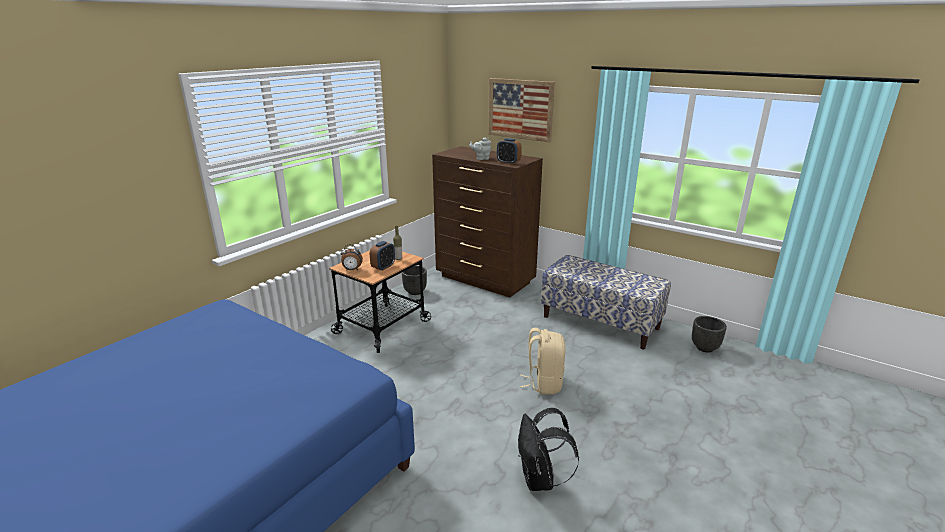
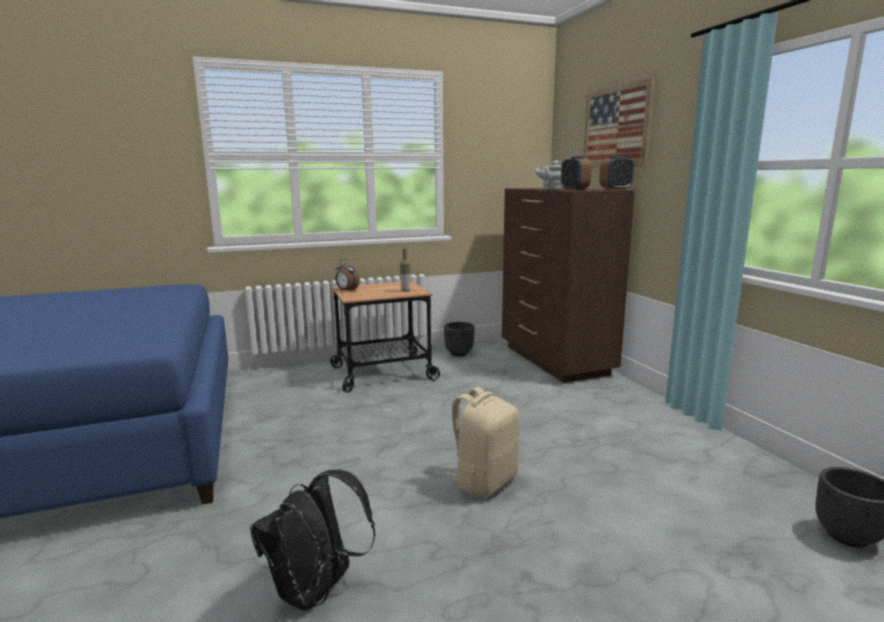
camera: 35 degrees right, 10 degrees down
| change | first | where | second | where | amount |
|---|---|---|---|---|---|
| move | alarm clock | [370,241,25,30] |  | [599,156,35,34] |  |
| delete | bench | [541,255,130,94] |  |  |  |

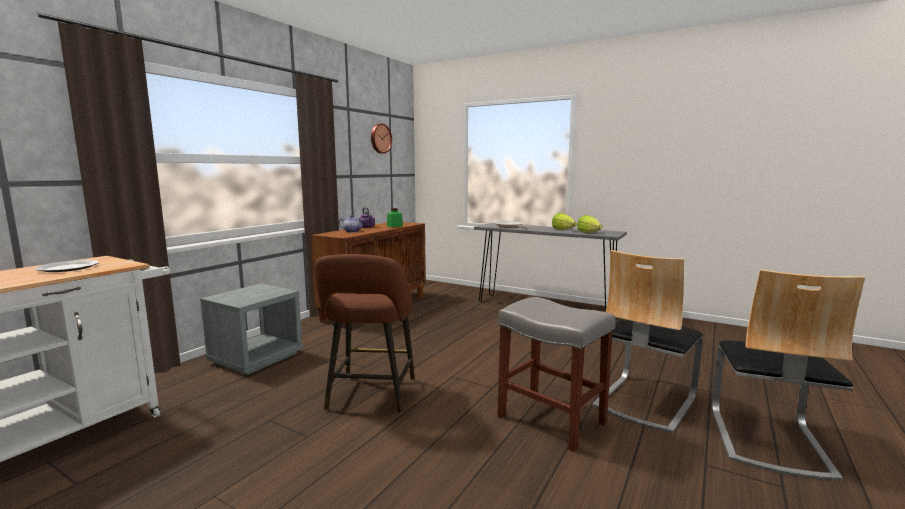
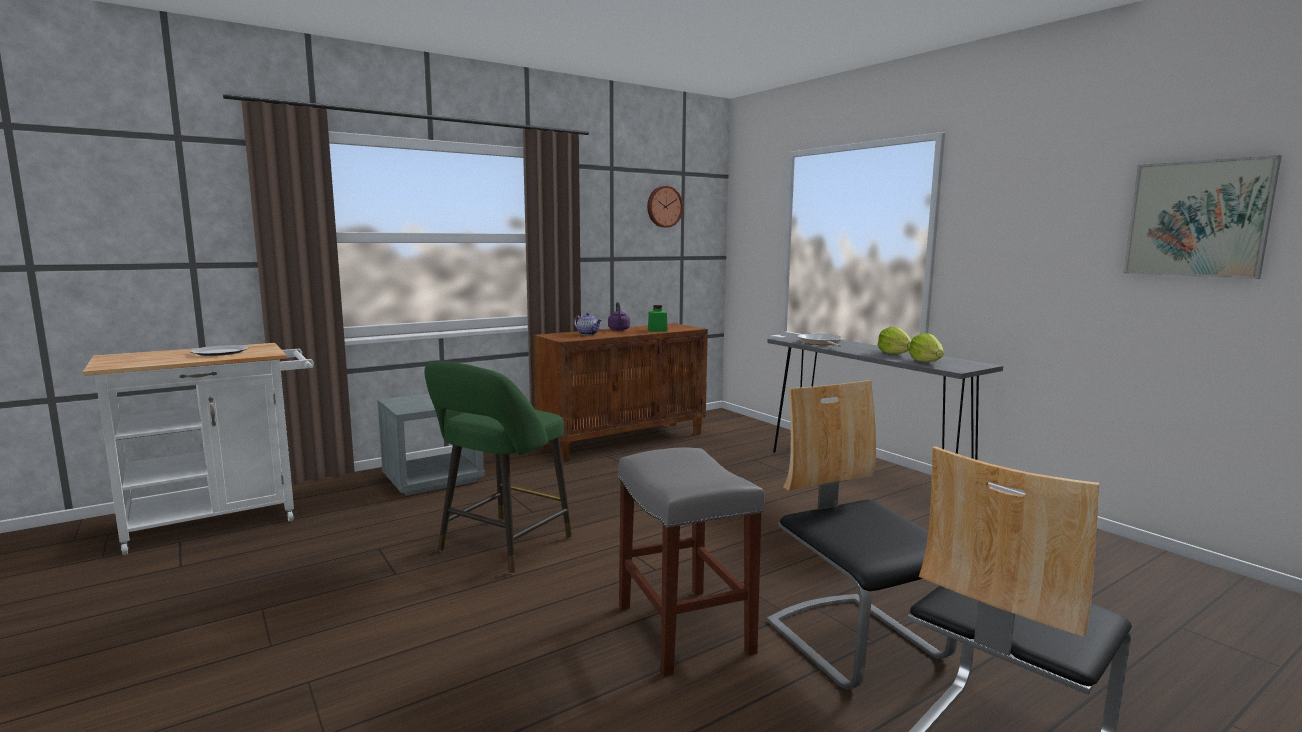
camera: 25 degrees right, 0 degrees up
| change | first | where | second | where | amount |
|---|---|---|---|---|---|
| recolor | stool/brown | [314,254,101,160] | stool/green | [424,362,148,212] |  |
| rotate | chair | [593,250,110,183] |  | [767,380,190,310] | 90 degrees clockwise |
| insert |  |  | picture | [1123,155,158,124] |  |

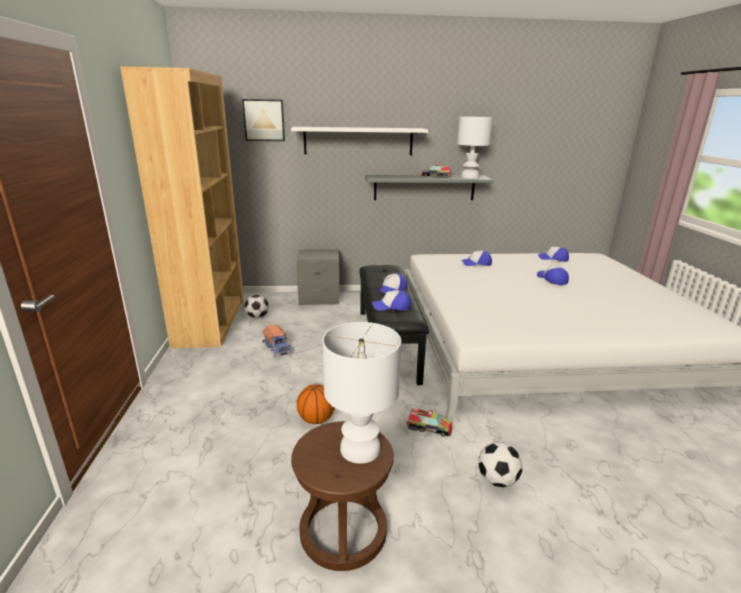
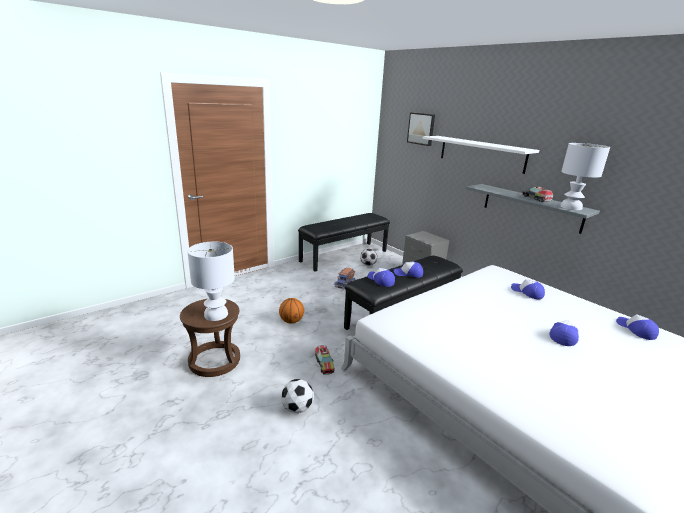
camera: 55 degrees right, 0 degrees up
| change | first | where | second | where | amount |
|---|---|---|---|---|---|
| replace | bookcase/brown | [120,66,124,282] | bench/black | [298,213,92,59] |  |

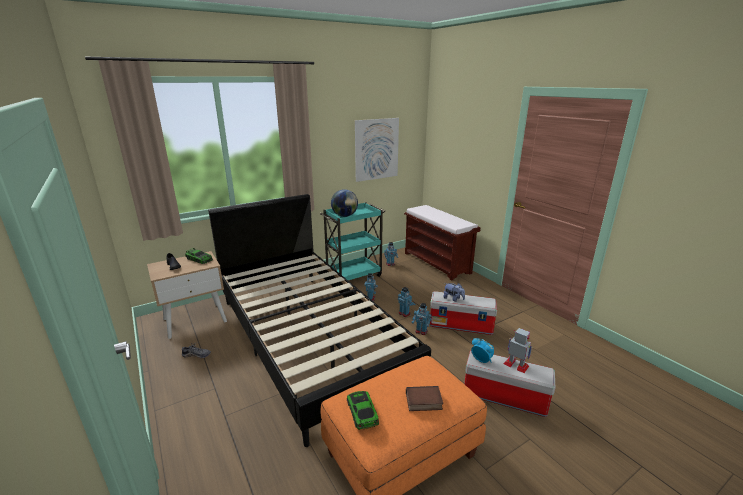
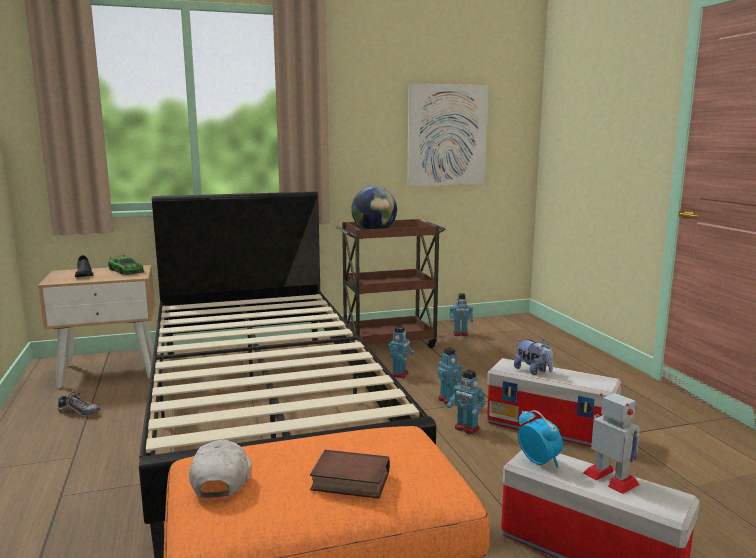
camera: 15 degrees right, 10 degrees down
| change | first | where | second | where | amount |
|---|---|---|---|---|---|
| replace | toy car | [347,391,32,39] | cap/white | [189,440,63,58] |  |
| recolor | cart/turquoise | [320,202,65,78] | cart/brown | [335,219,111,129] |  |
| delete | bench/brown | [404,205,77,76] |  |  |  |

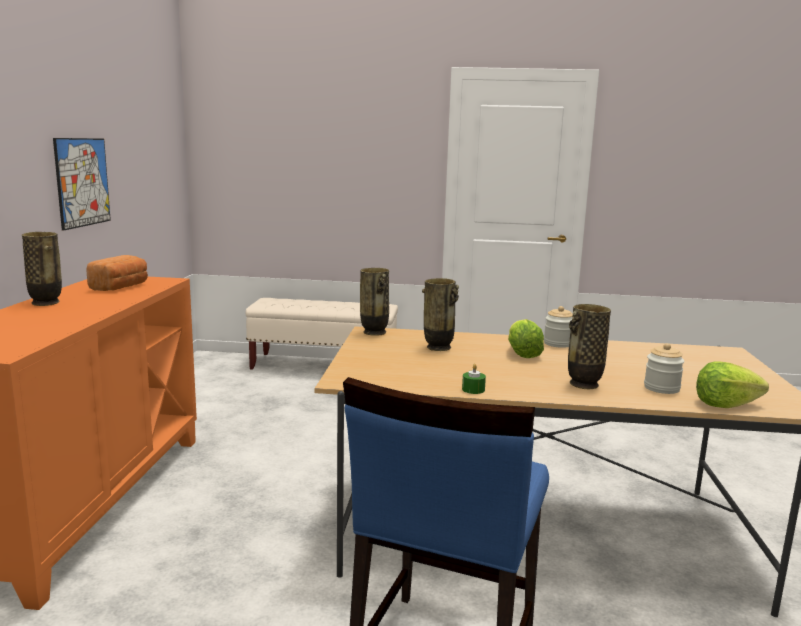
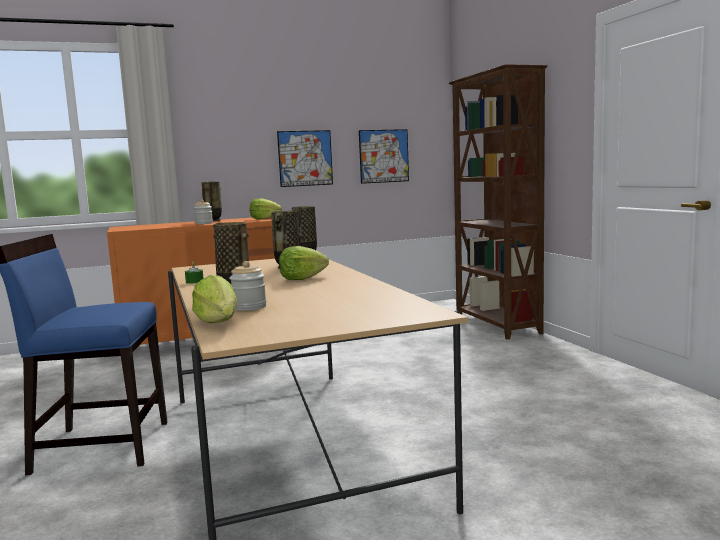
camera: 65 degrees right, 5 degrees down
| change | first | where | second | where | amount |
|---|---|---|---|---|---|
| move | jar | [544,306,29,42] |  | [194,199,19,25] |  |
| replace | bread | [87,255,61,36] | lettuce | [250,198,32,21] |  |
| insert |  |  | picture | [359,129,50,55] |  |
| replace | bench/beige | [246,298,152,72] | bookcase/brown | [448,64,100,276] |  |

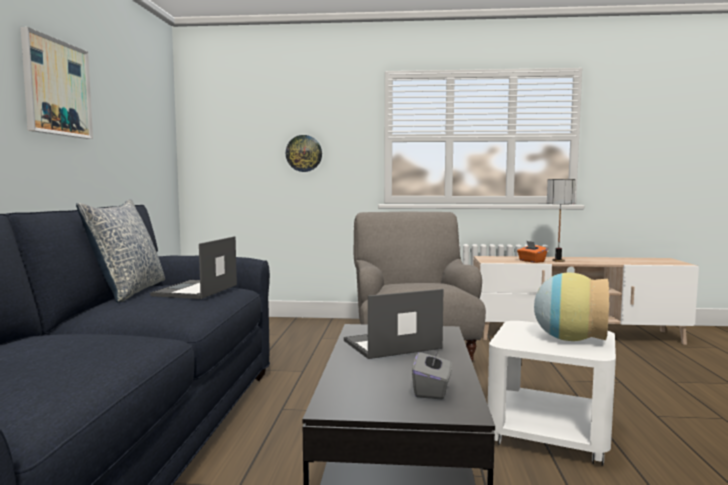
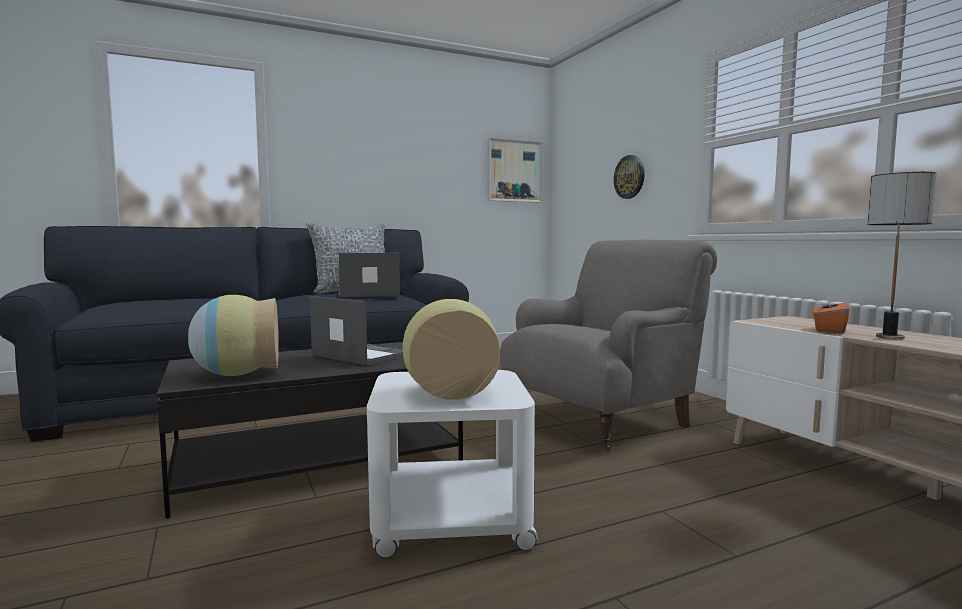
camera: 60 degrees right, 0 degrees up
| change | first | where | second | where | amount |
|---|---|---|---|---|---|
| replace | tissue box/grey | [412,347,40,53] | vase | [188,295,91,81] |  |
| move | picture | [21,27,72,112] |  | [488,138,54,65] |  |

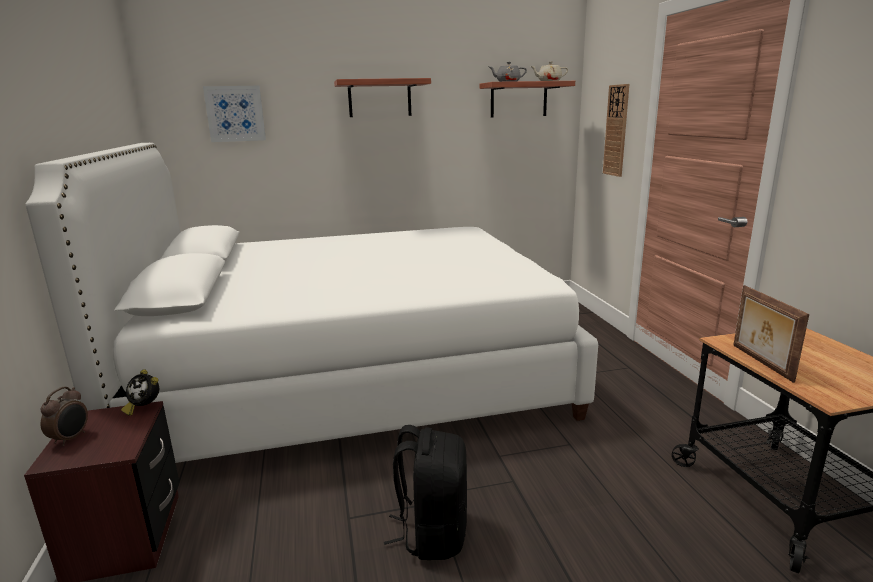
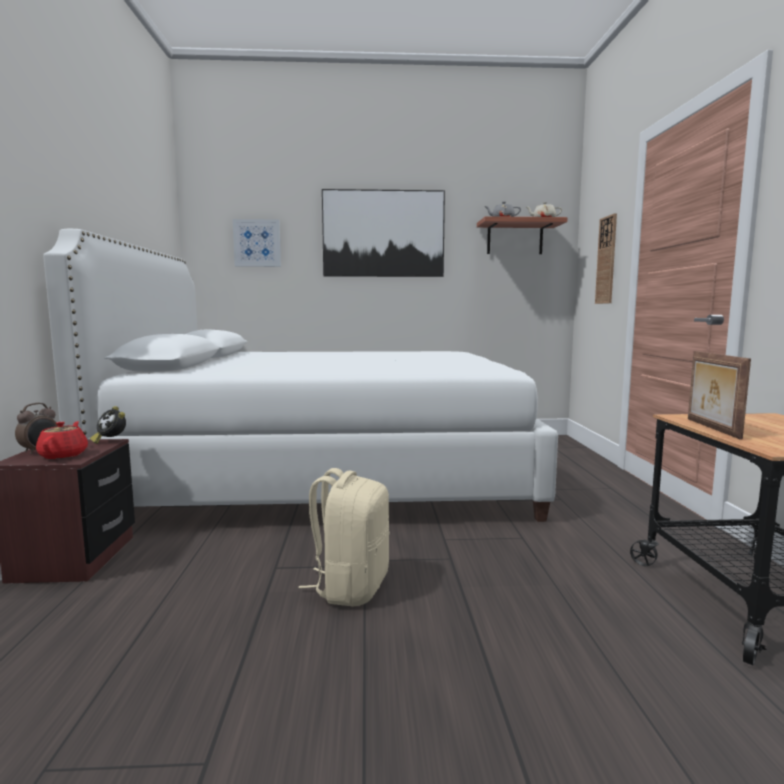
camera: 10 degrees right, 10 degrees down
| change | first | where | second | where | amount |
|---|---|---|---|---|---|
| insert |  |  | teapot/red | [36,421,52,38] |  |
| recolor | backpack/black | [384,425,83,135] | backpack/beige | [299,468,91,138] |  |
| replace | shelf | [334,78,97,39] | picture | [322,189,123,88] |  |

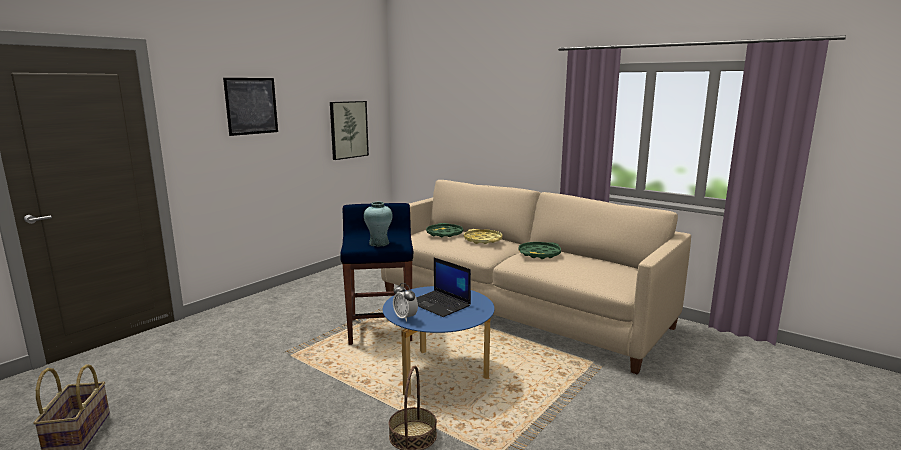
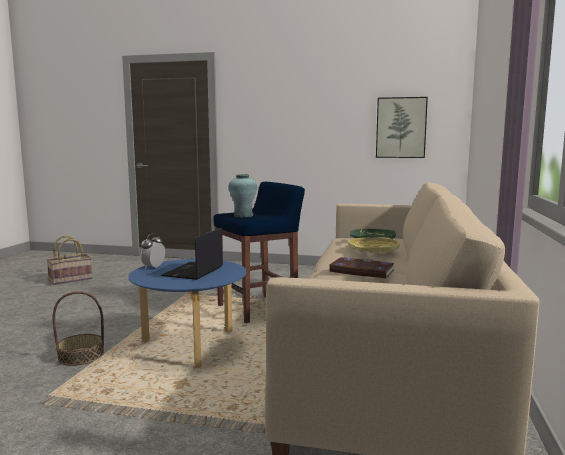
camera: 65 degrees right, 5 degrees down
| change | first | where | second | where | amount |
|---|---|---|---|---|---|
| replace | tray/green | [519,242,42,17] | book | [329,257,66,21] |  |
| delete | picture | [223,78,55,58] |  |  |  |

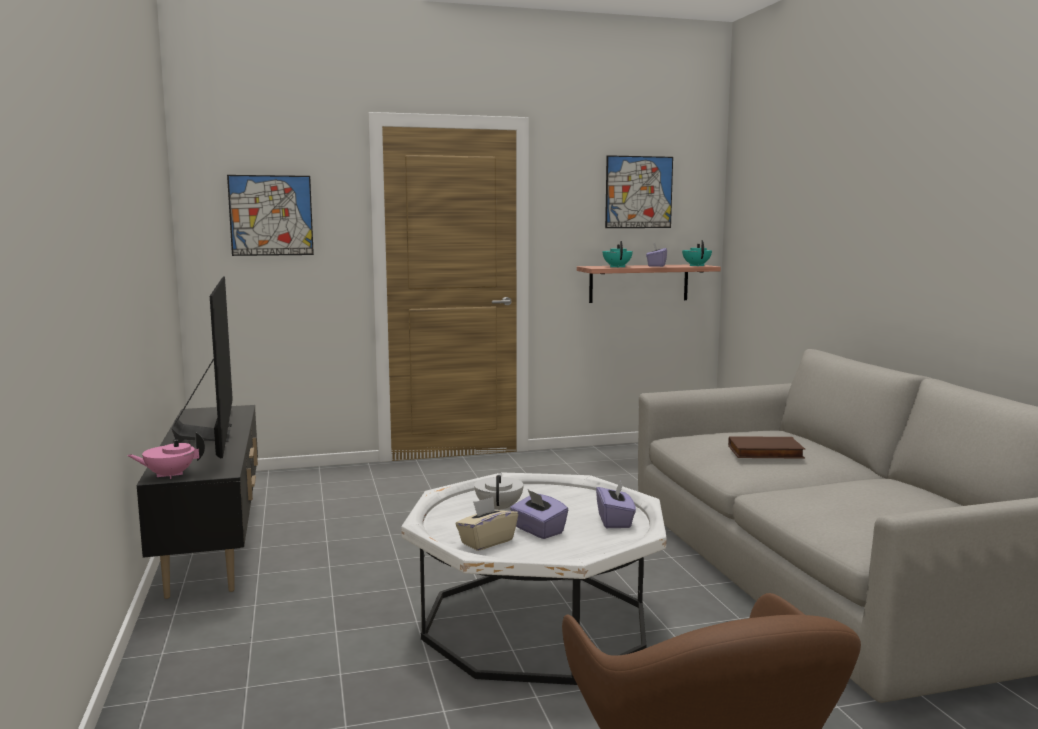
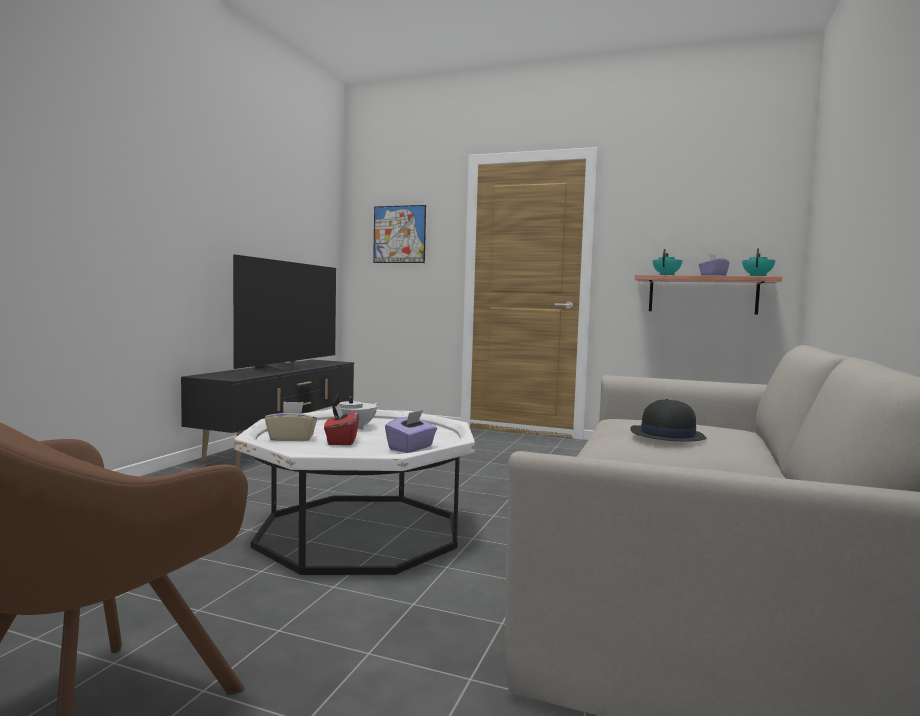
camera: 35 degrees right, 5 degrees down
| change | first | where | second | where | amount |
|---|---|---|---|---|---|
| recolor | tissue box/purple | [510,490,58,49] | tissue box/red | [324,403,35,42] |  |
| replace | book/brown | [728,436,77,23] | hat/black | [630,399,77,43] |  |
| delete | teapot/pink | [127,432,78,47] |  |  |  |
| delete | picture | [605,155,68,73] |  |  |  |

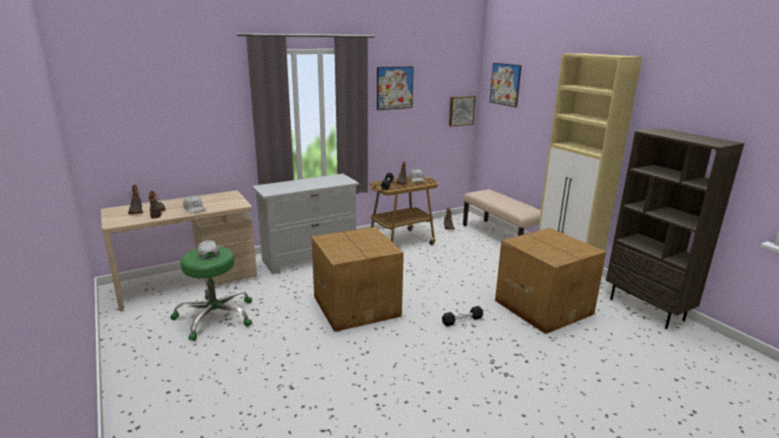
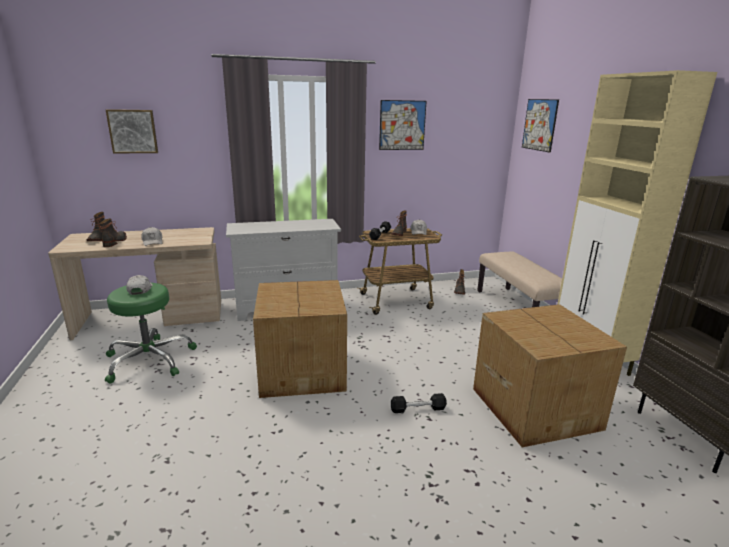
camera: 15 degrees right, 0 degrees up
| change | first | where | second | where | amount |
|---|---|---|---|---|---|
| move | picture | [449,96,27,31] |  | [106,109,52,45] |  |

